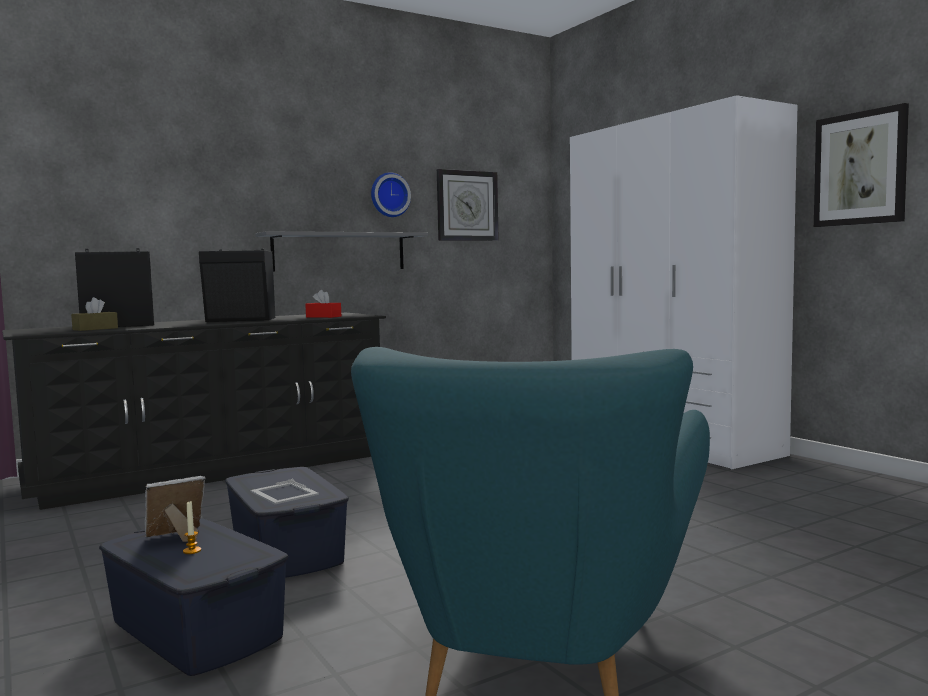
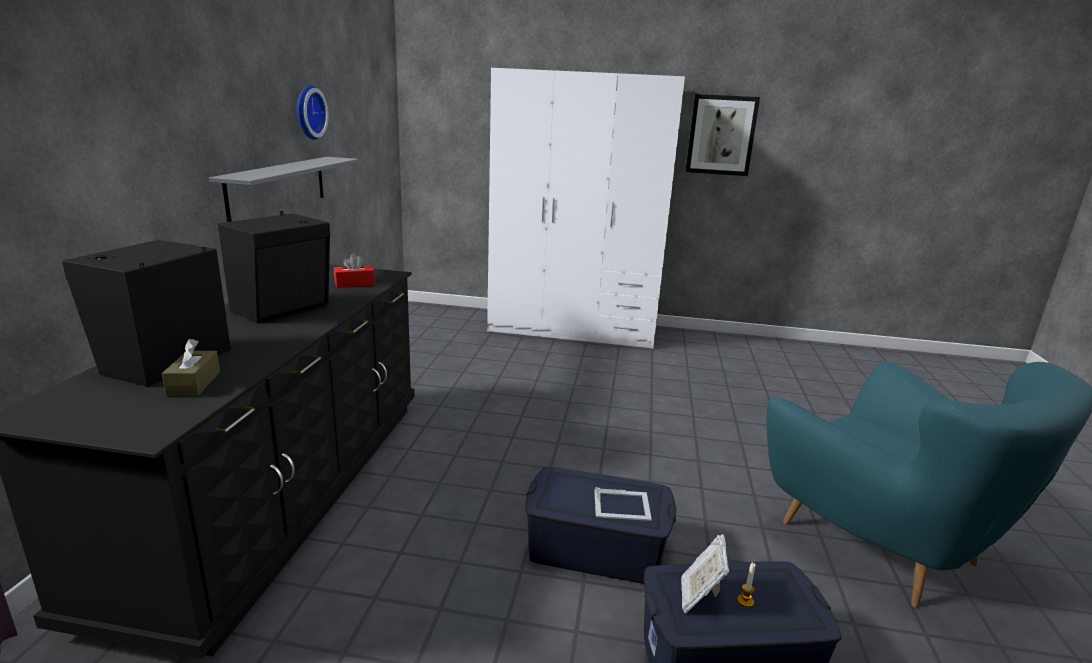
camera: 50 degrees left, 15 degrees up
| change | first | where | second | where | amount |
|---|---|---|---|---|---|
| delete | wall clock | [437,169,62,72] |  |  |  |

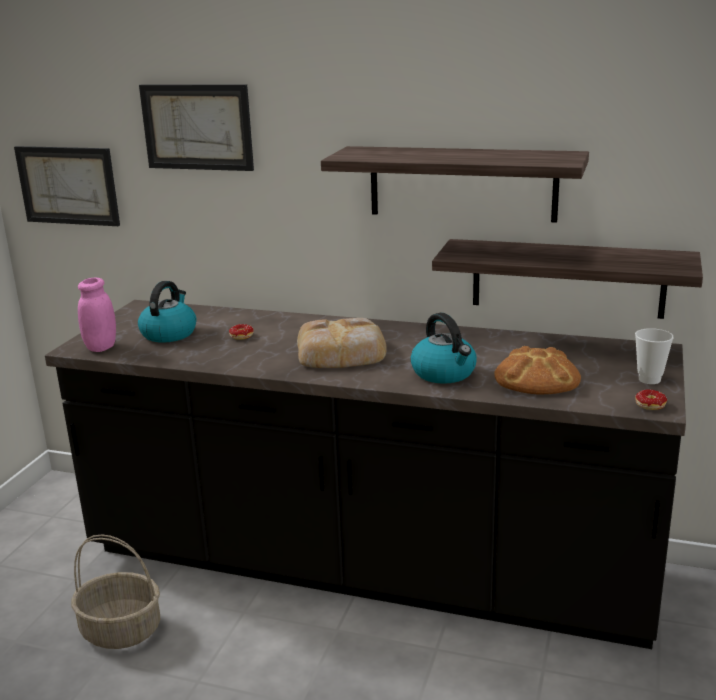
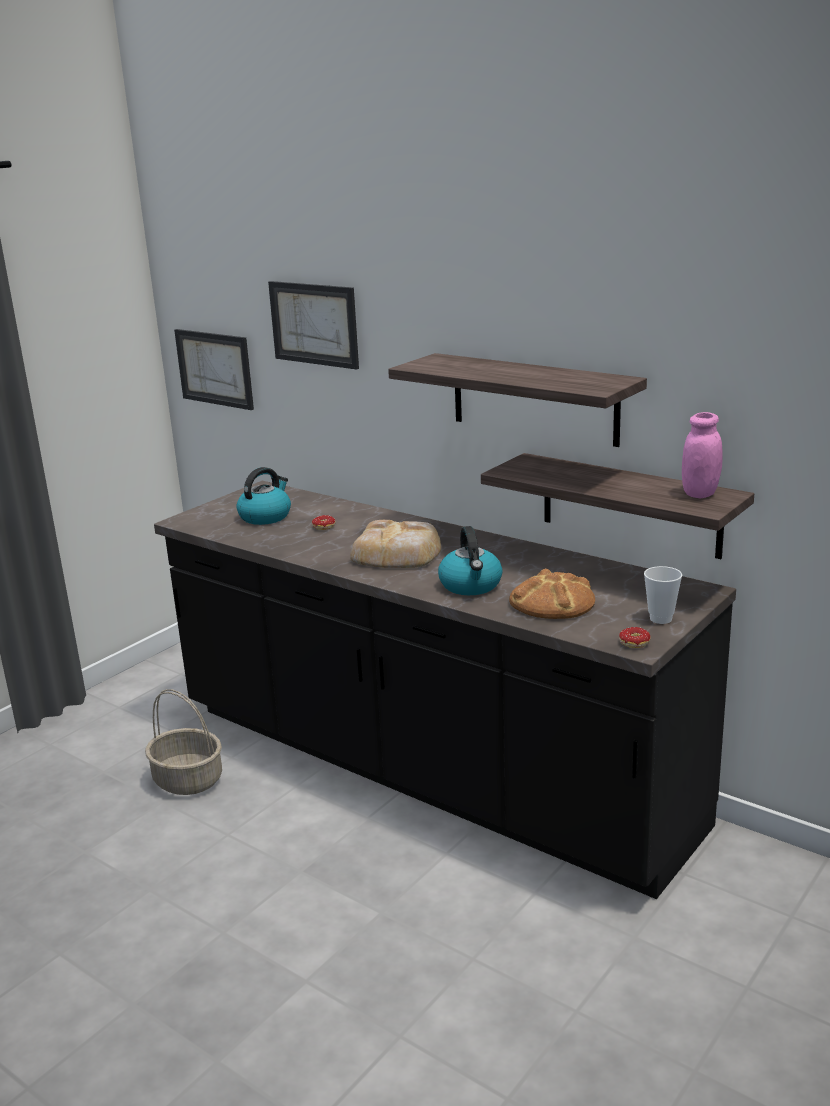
camera: 20 degrees right, 0 degrees up
| change | first | where | second | where | amount |
|---|---|---|---|---|---|
| move | jar/pink | [78,277,38,75] |  | [682,412,41,86] |  |

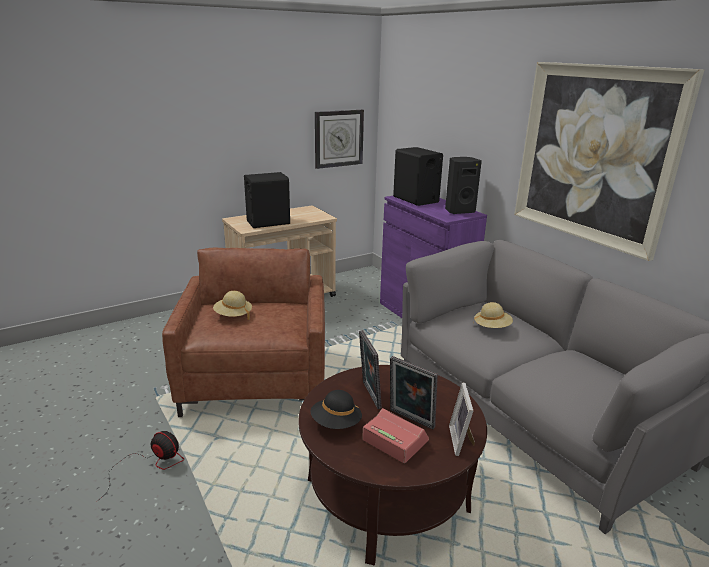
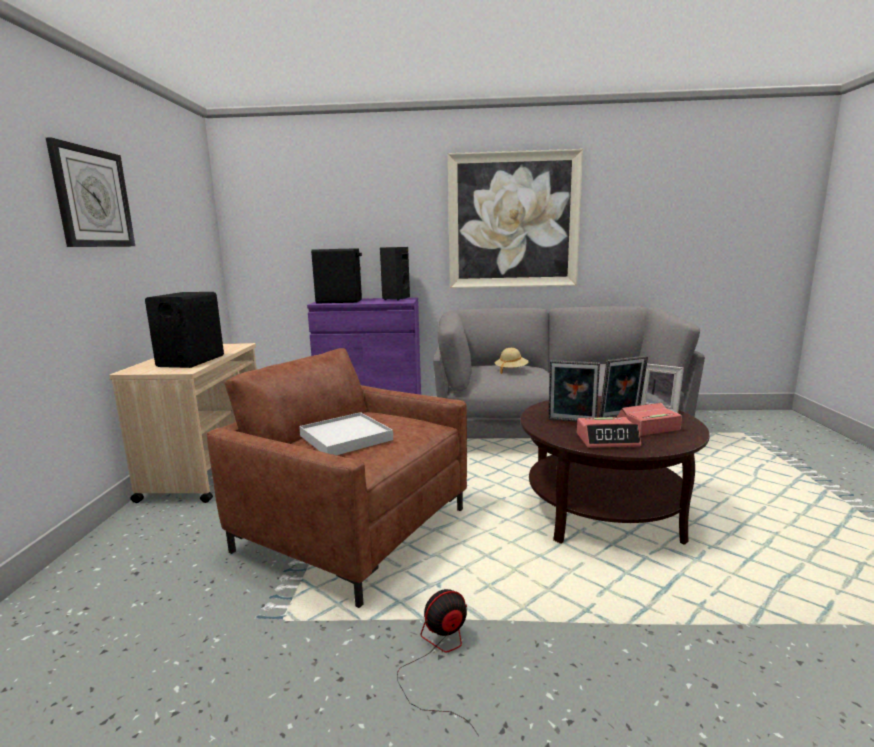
camera: 55 degrees left, 10 degrees down
| change | first | where | second | where | amount |
|---|---|---|---|---|---|
| move | wall clock | [315,110,49,59] |  | [46,137,90,110] |  |
| replace | hat/beige | [213,291,39,29] | tray/white | [299,412,94,43] |  |
| replace | hat/black | [311,390,51,39] | alarm clock | [577,417,64,31] |  |

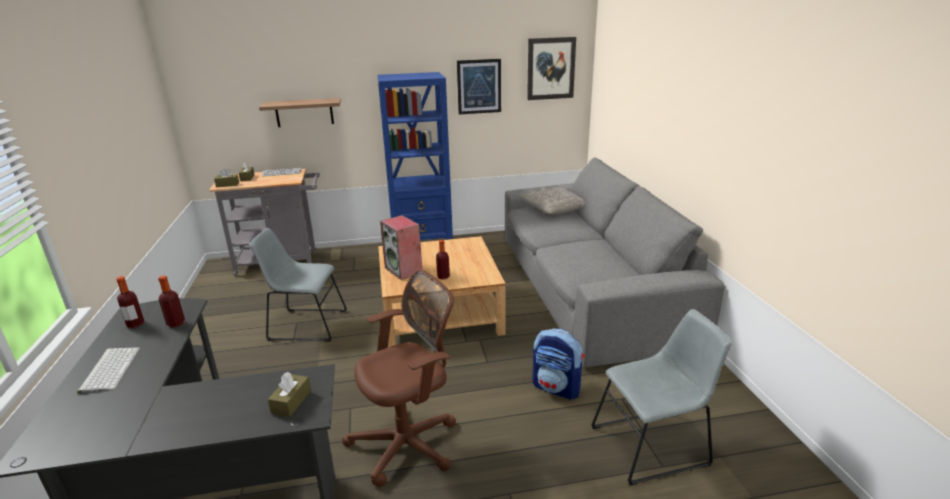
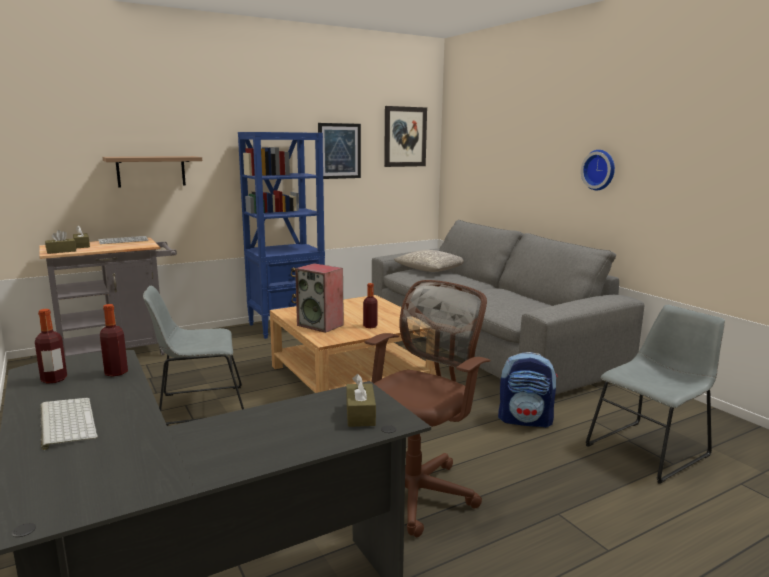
camera: 20 degrees left, 10 degrees down
| change | first | where | second | where | amount |
|---|---|---|---|---|---|
| insert |  |  | wall clock | [581,150,34,40] |  |

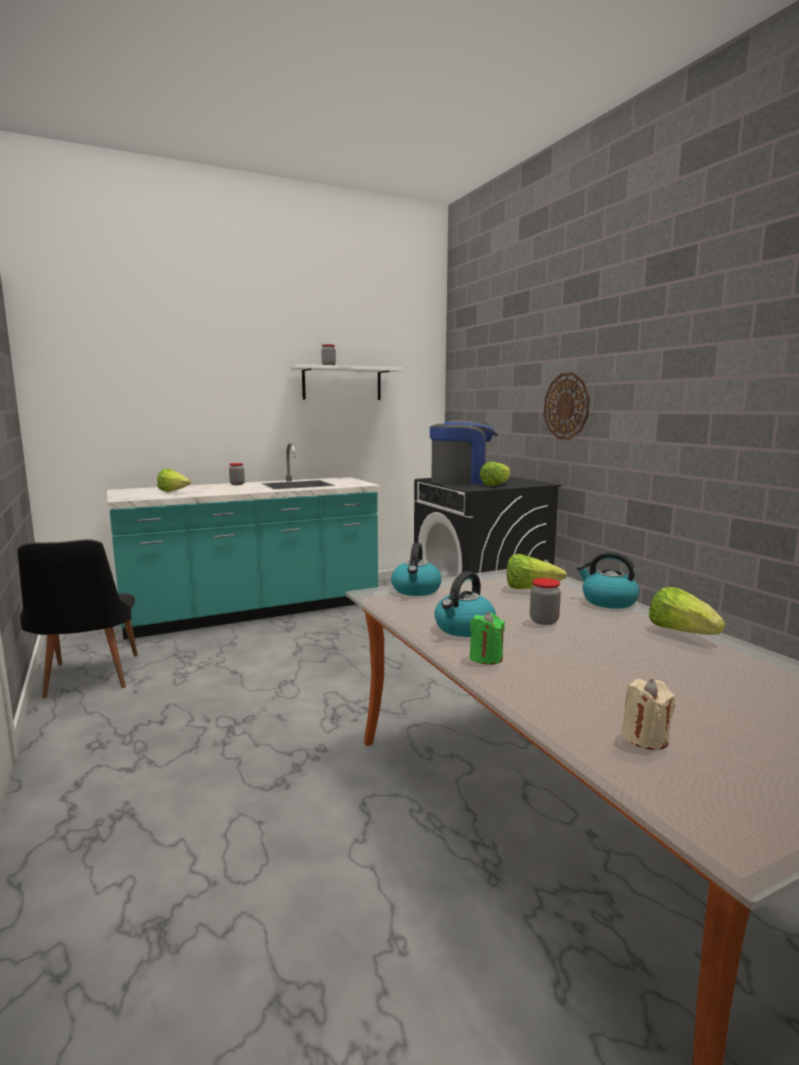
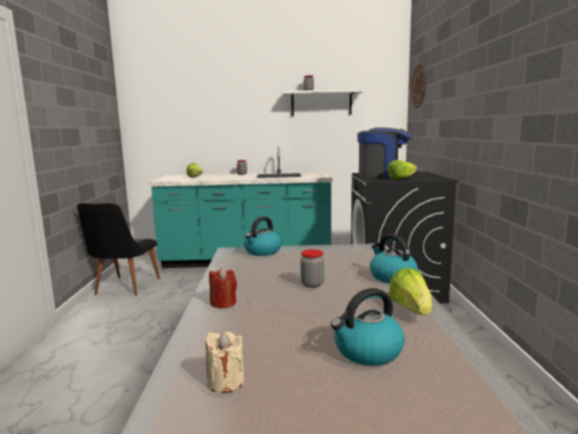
camera: 25 degrees right, 0 degrees up
| change | first | where | second | where | amount |
|---|---|---|---|---|---|
| recolor | candle/green | [470,612,35,53] | candle/red | [209,268,28,40] |  |
| move | kettle | [434,571,62,66] |  | [331,288,74,78] |  |
| move | wall clock | [544,372,46,68] |  | [411,64,15,44] |  |
| delete | lettuce | [507,554,60,35] |  |  |  |

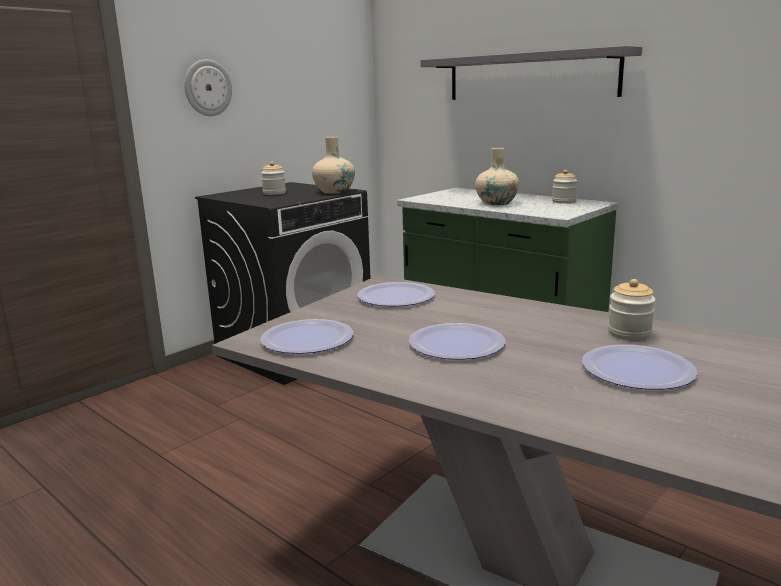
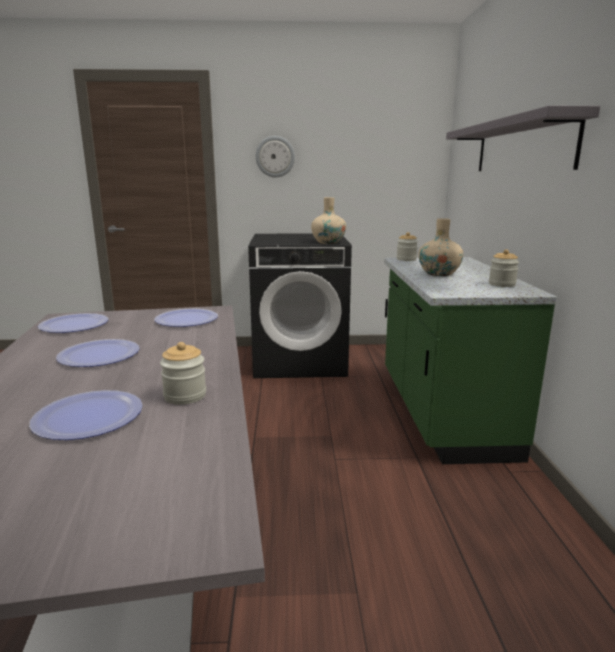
camera: 45 degrees right, 0 degrees up
| change | first | where | second | where | amount |
|---|---|---|---|---|---|
| move | jar | [261,162,25,33] |  | [397,232,21,29] |  |

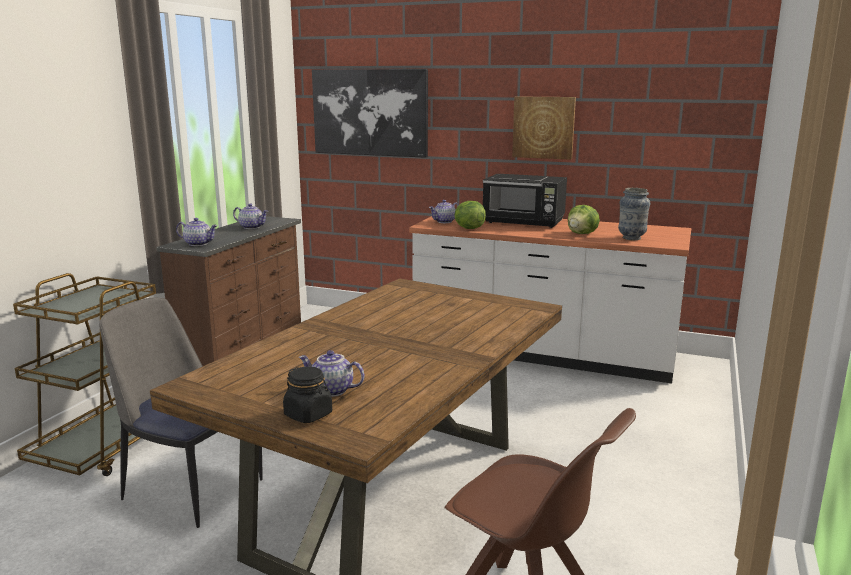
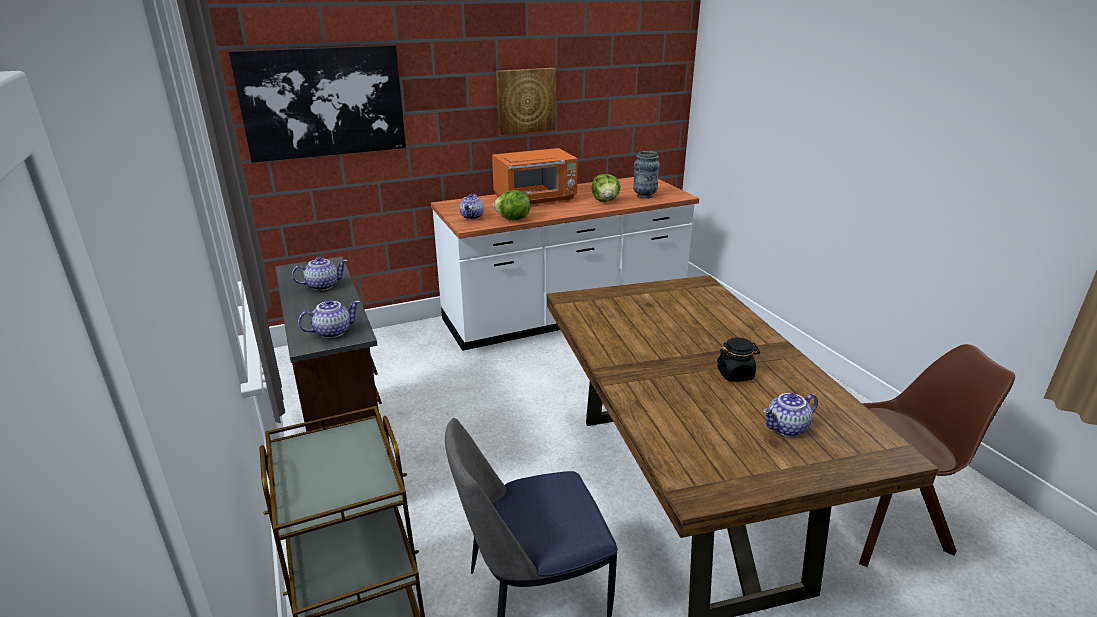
camera: 45 degrees left, 10 degrees up
| change | first | where | second | where | amount |
|---|---|---|---|---|---|
| recolor | microwave/black | [483,174,84,54] | microwave/orange | [492,148,86,56] |  |
| move | jar/black | [283,367,49,56] |  | [717,337,43,45] |  |

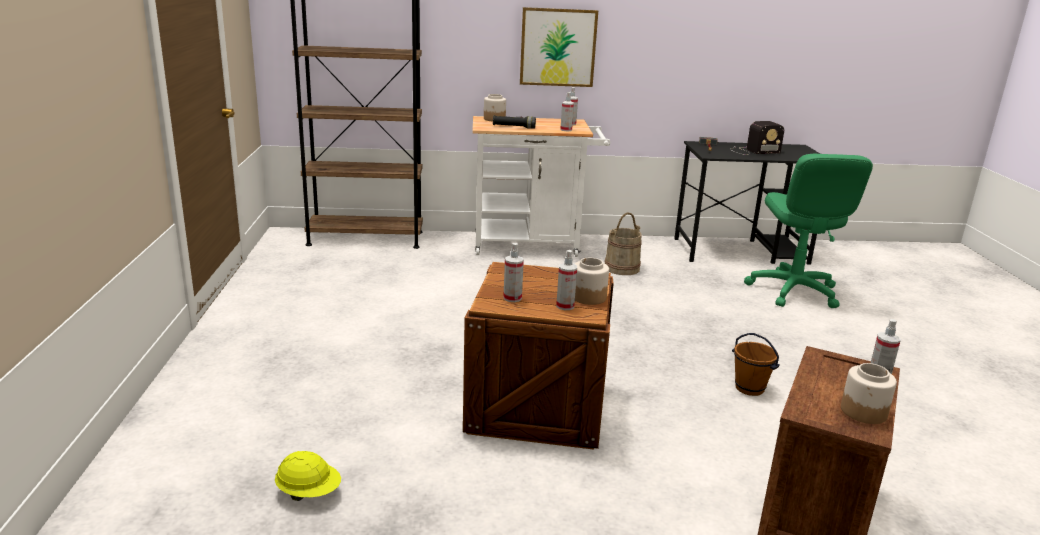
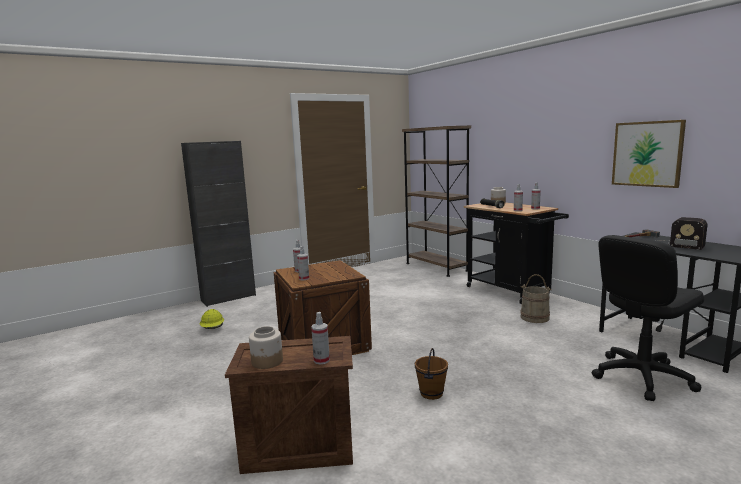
camera: 60 degrees right, 10 degrees down
| change | first | where | second | where | amount |
|---|---|---|---|---|---|
| insert |  |  | cabinet/black | [181,141,75,166] |  |
| recolor | cart/white | [473,116,137,141] | cart/black | [463,203,106,101] |  |
| recolor | office chair/green | [744,154,129,154] | office chair/black | [592,235,112,166] |  |
| move | picture | [520,7,78,80] |  | [612,120,74,68] |  |
| delete | jar | [575,258,34,47] |  |  |  |

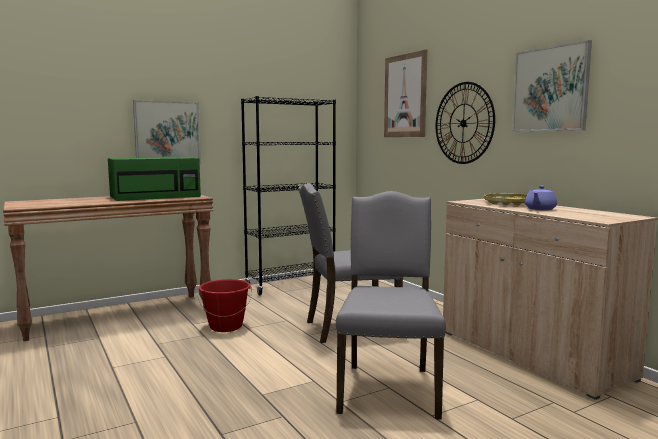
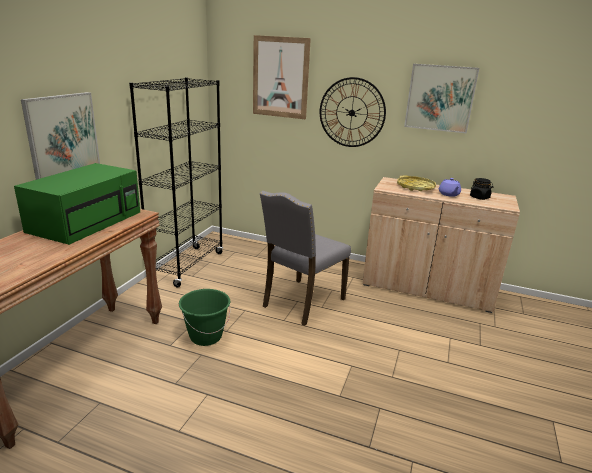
camera: 40 degrees left, 15 degrees up
| change | first | where | second | where | amount |
|---|---|---|---|---|---|
| recolor | bucket/red | [198,279,54,53] | bucket/green | [179,289,51,57] |  |
| insert |  |  | jar/black | [470,178,23,22] |  |
| delete | chair/grey | [336,191,110,229] |  |  |  |

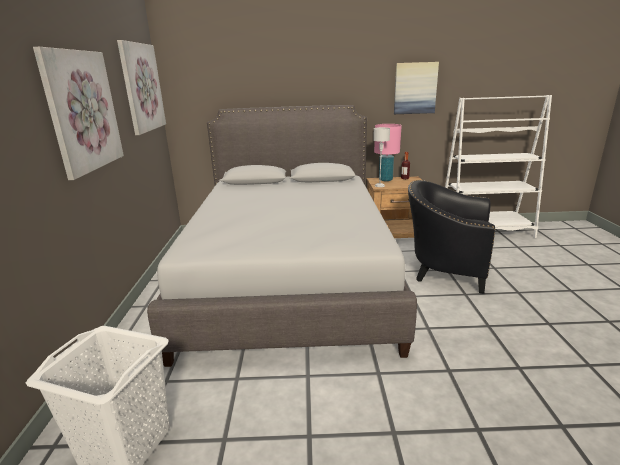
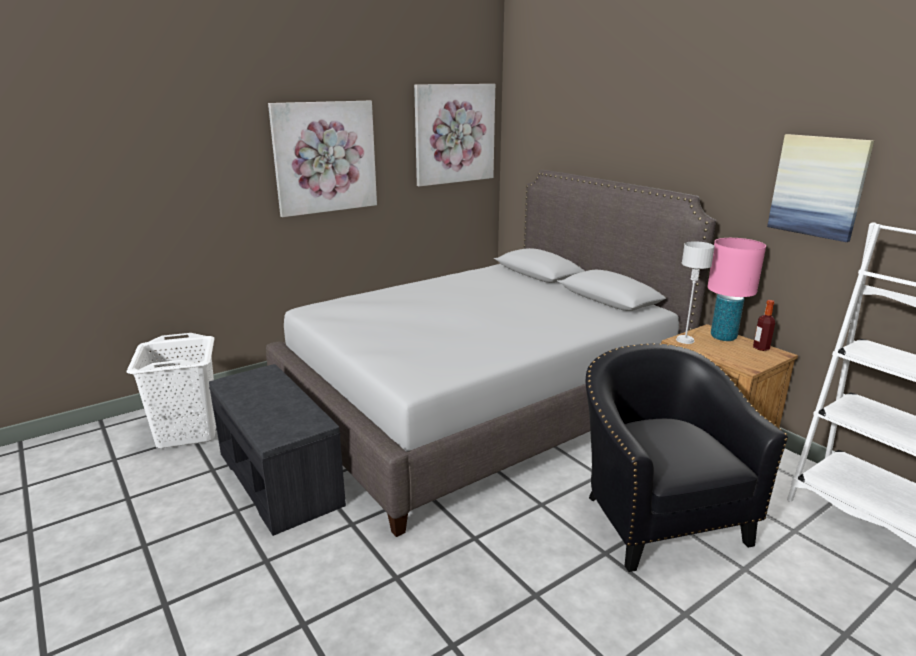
camera: 55 degrees right, 0 degrees up
| change | first | where | second | where | amount |
|---|---|---|---|---|---|
| insert |  |  | bench/grey | [209,364,137,172] |  |

